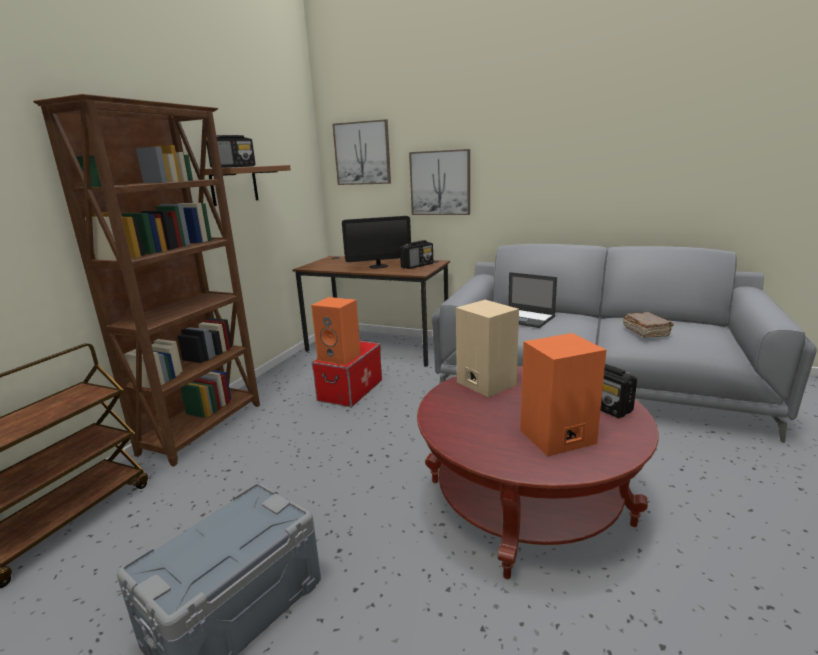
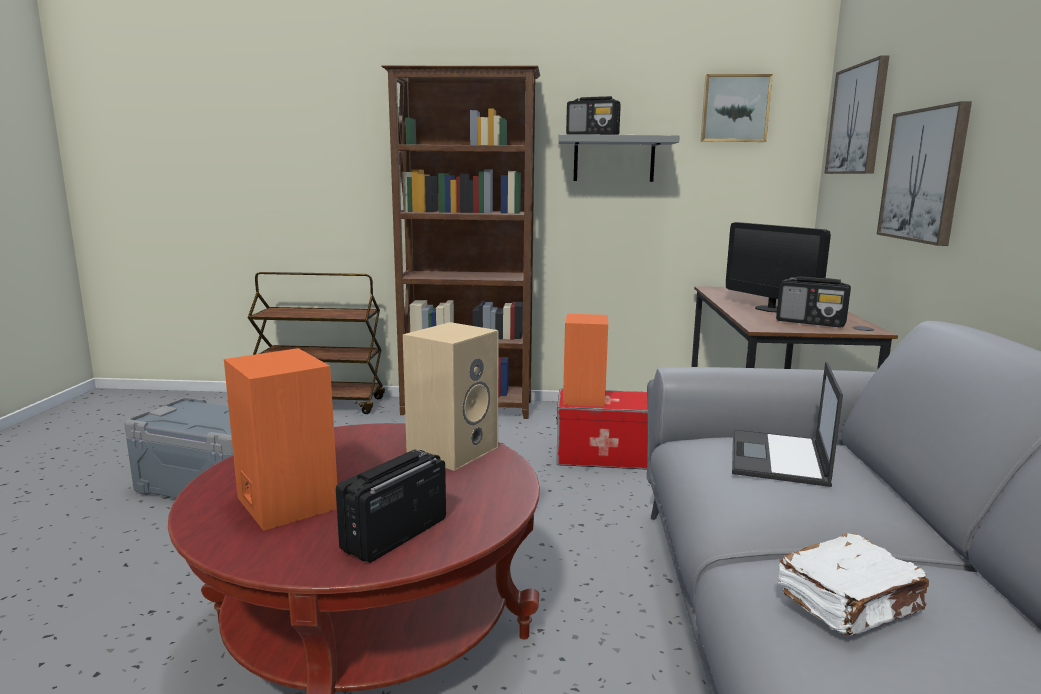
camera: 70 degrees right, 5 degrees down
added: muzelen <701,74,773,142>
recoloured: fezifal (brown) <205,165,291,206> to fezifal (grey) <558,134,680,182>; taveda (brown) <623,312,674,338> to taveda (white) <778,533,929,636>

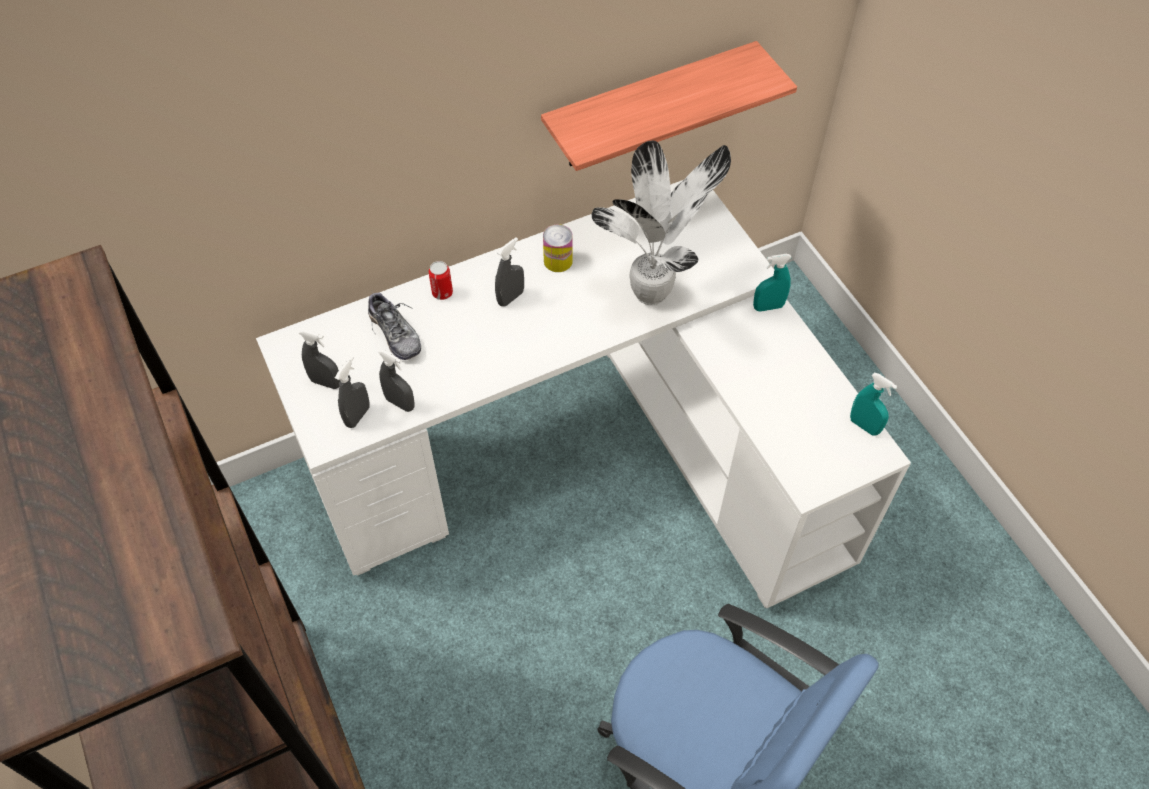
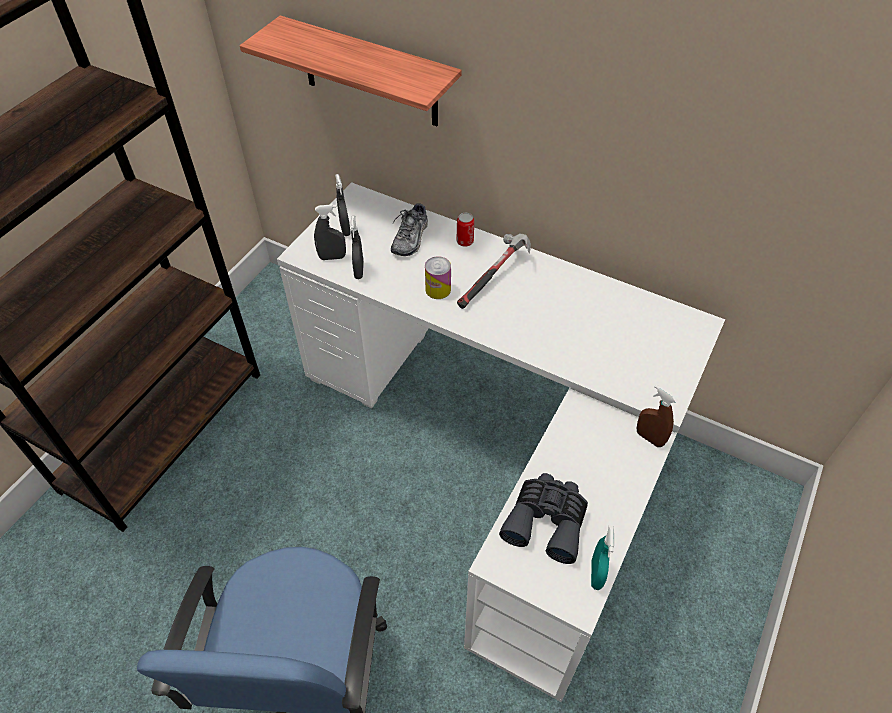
camera: 55 degrees right, 5 degrees down
removed: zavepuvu <592,141,731,305>
added: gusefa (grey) <499,473,588,564>
moved: fezifal <541,41,797,171> to <240,16,462,126>; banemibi <543,224,573,272> to <425,256,451,299>
replaced: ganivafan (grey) <495,237,524,307> to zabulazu <457,233,531,309>
recoloured: ganivafan (turquoise) <753,254,792,312> to ganivafan (brown) <636,384,678,447>

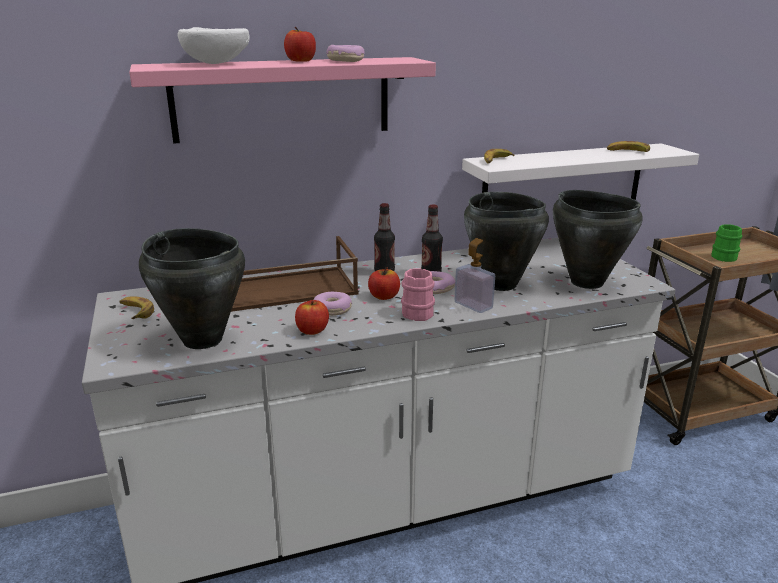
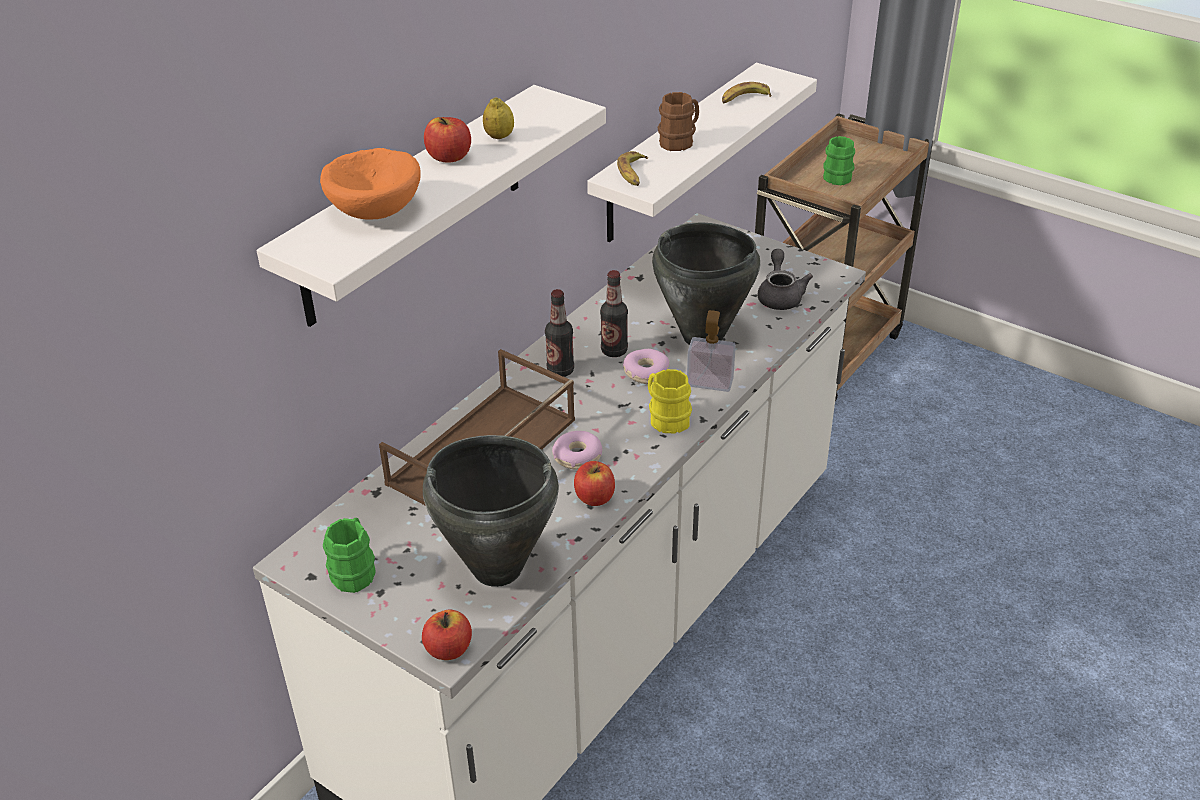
camera: 35 degrees left, 15 degrees up
added: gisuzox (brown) <658,92,699,151>
moved: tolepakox <368,267,400,300> to <422,610,472,660>
replaced: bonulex <327,45,365,62> to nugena <483,97,514,139>; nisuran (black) <553,190,643,289> to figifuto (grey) <757,249,813,310>; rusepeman <119,296,154,319> to gisuzox (green) <323,518,376,593>
recoloured: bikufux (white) <177,27,250,64> to bikufux (orange) <320,148,421,220>; fezifal (pink) <129,57,436,144> to fezifal (white) <257,85,606,327>; gisuzox (pink) <401,268,435,321> to gisuzox (yellow) <648,369,692,434>

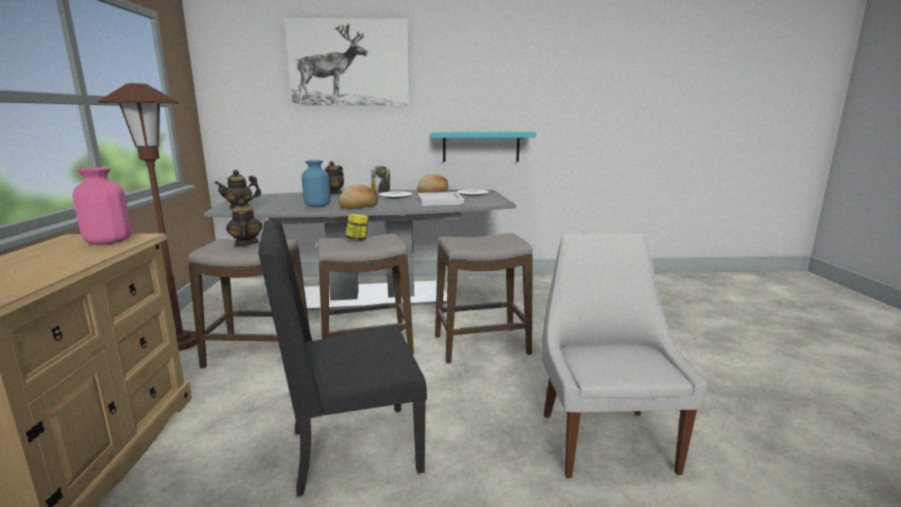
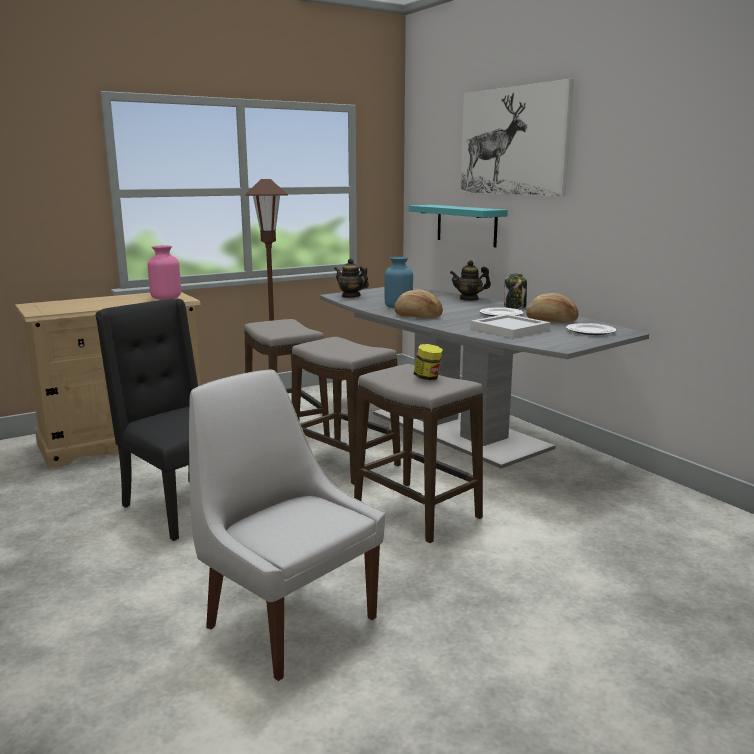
camera: 60 degrees right, 0 degrees up
removed: figifuto <226,199,263,246>
moved: fezifal (turquoise) <432,131,536,162> to <409,205,508,247>; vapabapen <346,214,369,241> to <414,344,443,380>
turned: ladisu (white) <541,230,708,478> = <189,370,385,681> 105 degrees counterclockwise

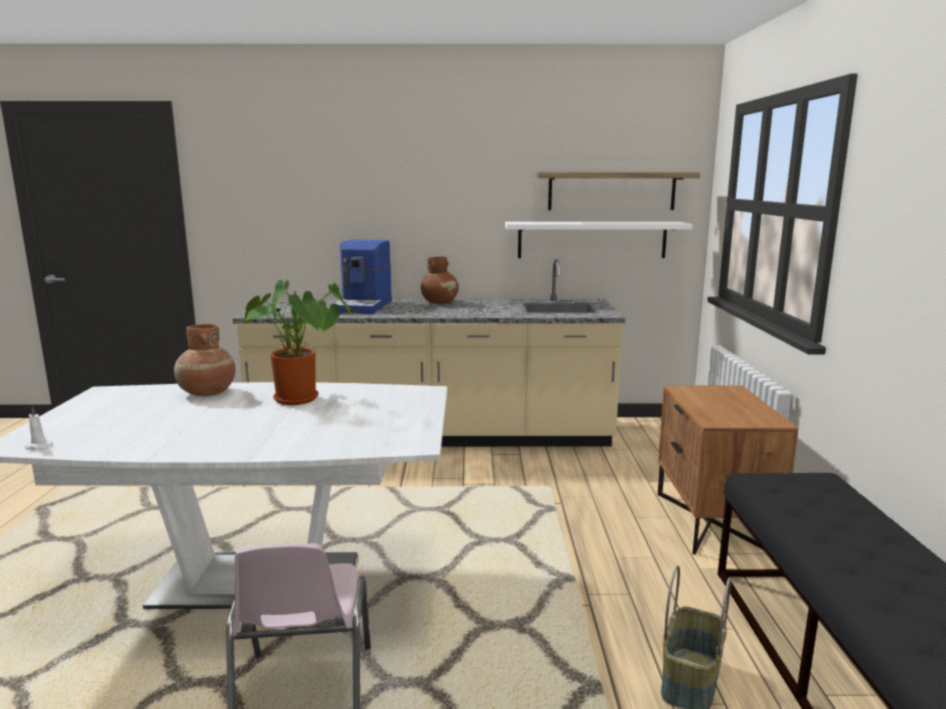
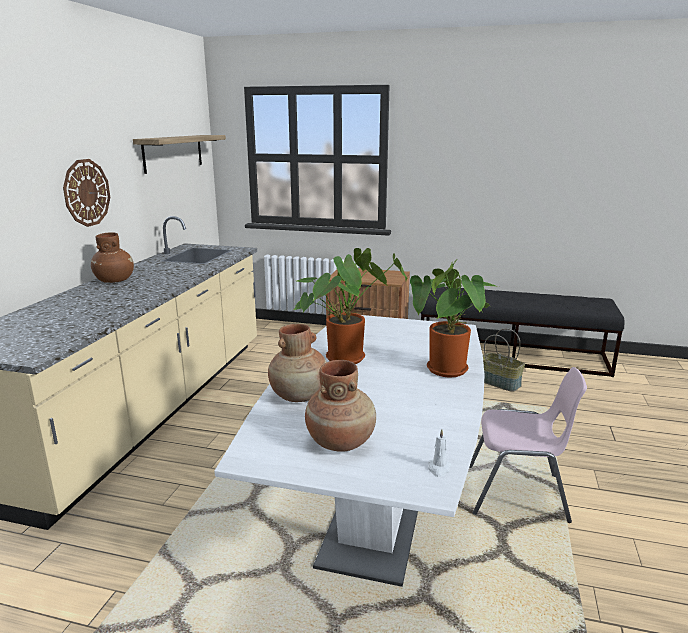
camera: 75 degrees left, 5 degrees up
removed: fezifal (white) <505,222,692,258>; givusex <335,240,392,314>
added: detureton <63,159,110,227>; zavepuvu <410,259,499,377>; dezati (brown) <305,360,376,452>

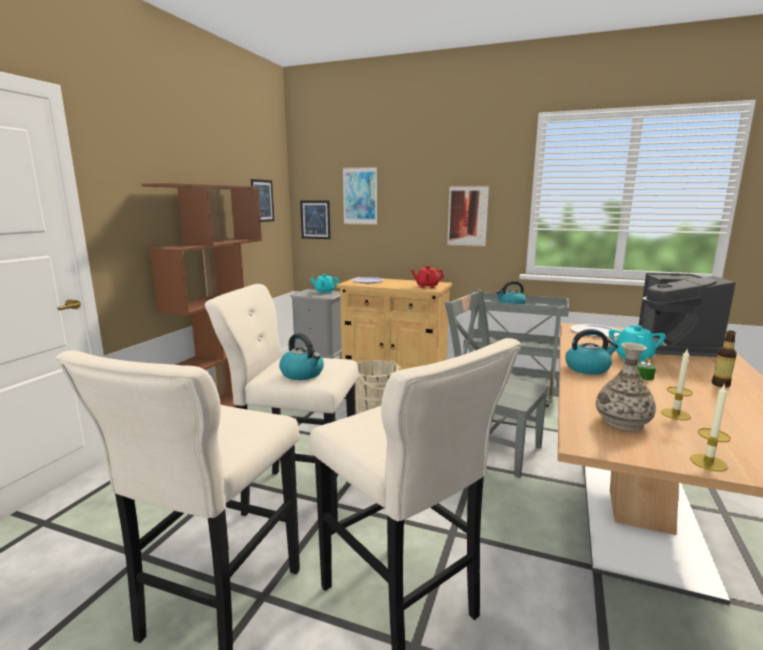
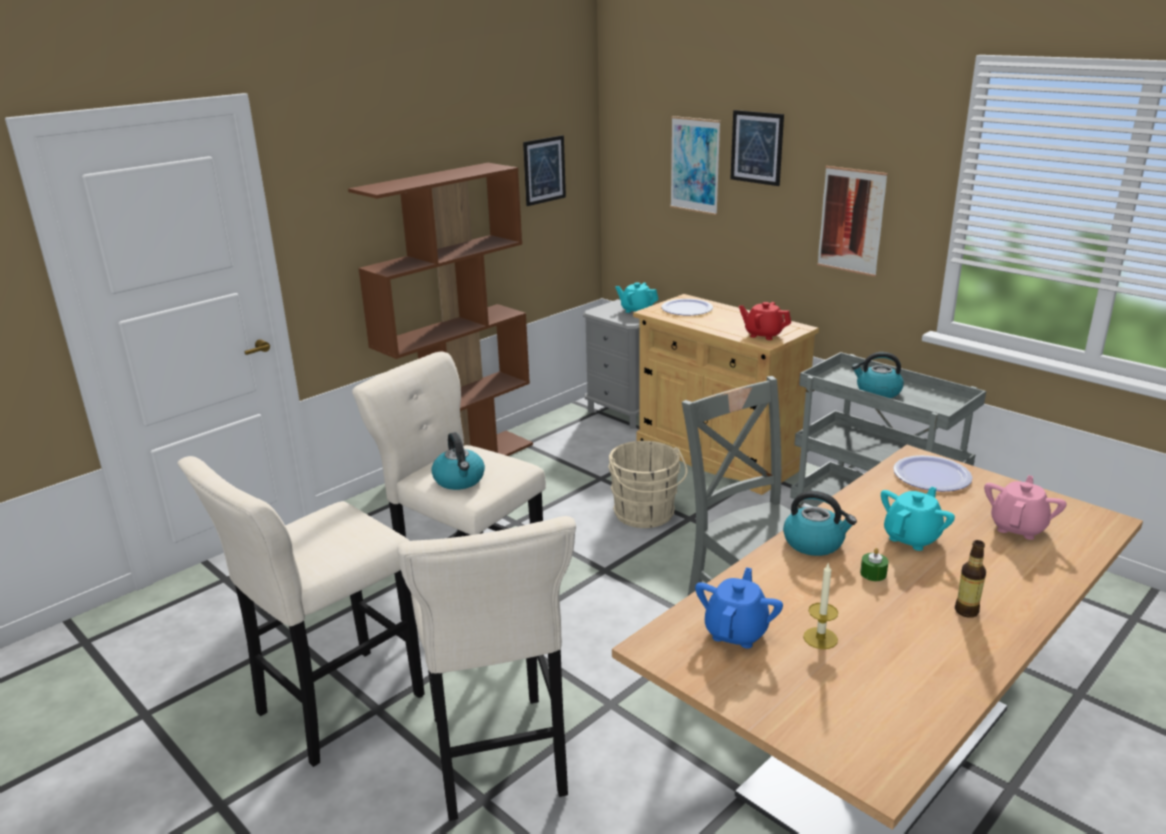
camera: 25 degrees right, 10 degrees up
removed: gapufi <690,383,731,472>
moved: muzelen <300,201,331,239> to <730,110,784,186>
replaced: givusex <639,273,736,357> to figifuto (pink) <984,475,1067,540>; dezati <596,342,656,431> to figifuto (blue) <695,567,783,649>

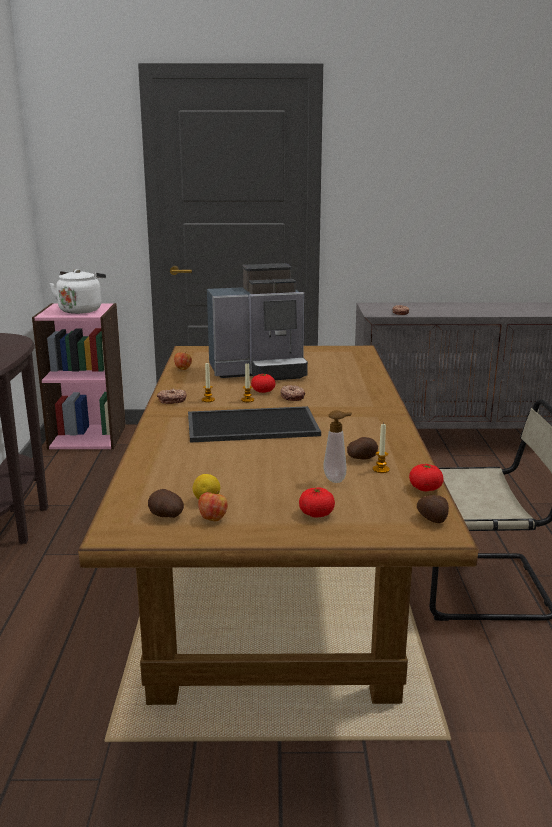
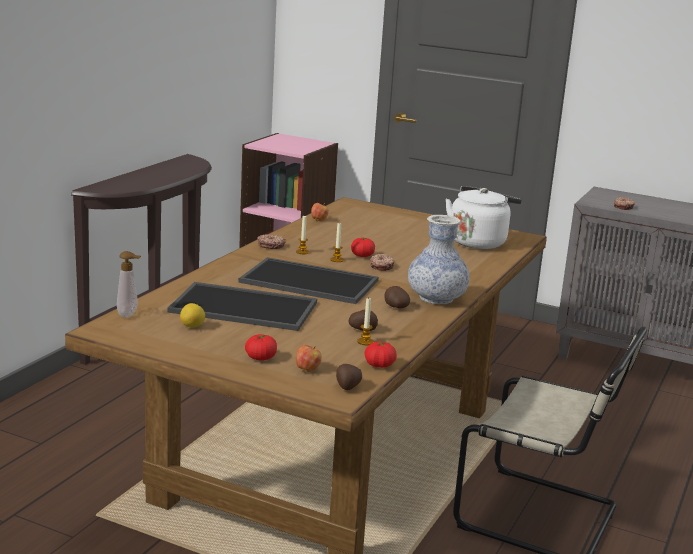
camera: 25 degrees right, 0 degrees up
removed: givusex <207,263,308,380>
added: dezati <408,215,470,304>; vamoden <167,282,317,331>
moved: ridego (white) <49,269,106,314> to <445,186,522,249>; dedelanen <324,410,352,483> to <117,251,141,318>; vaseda <148,489,184,518> to <384,286,410,309>; tolepakox <198,490,228,521> to <296,345,322,372>

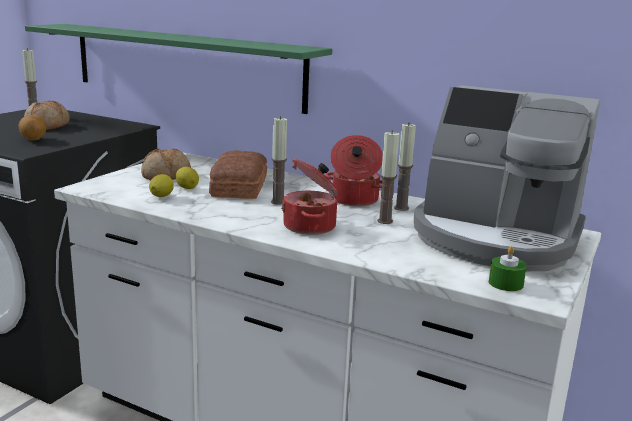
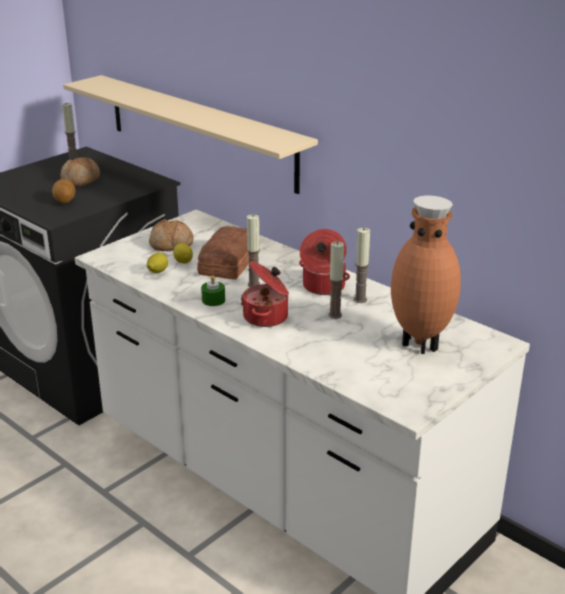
camera: 15 degrees right, 10 degrees up
moved: gapufi (green) <489,246,527,291> to <201,275,225,306>
replaced: givusex <414,85,600,271> to dezati (brown) <391,196,461,354>
recoloured: fezifal (green) <25,24,332,114> to fezifal (beige) <63,75,318,194>

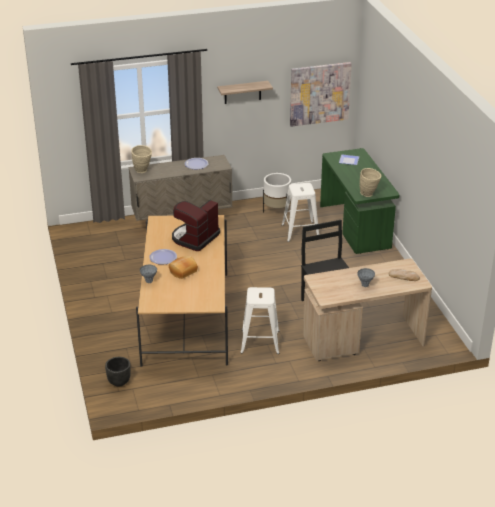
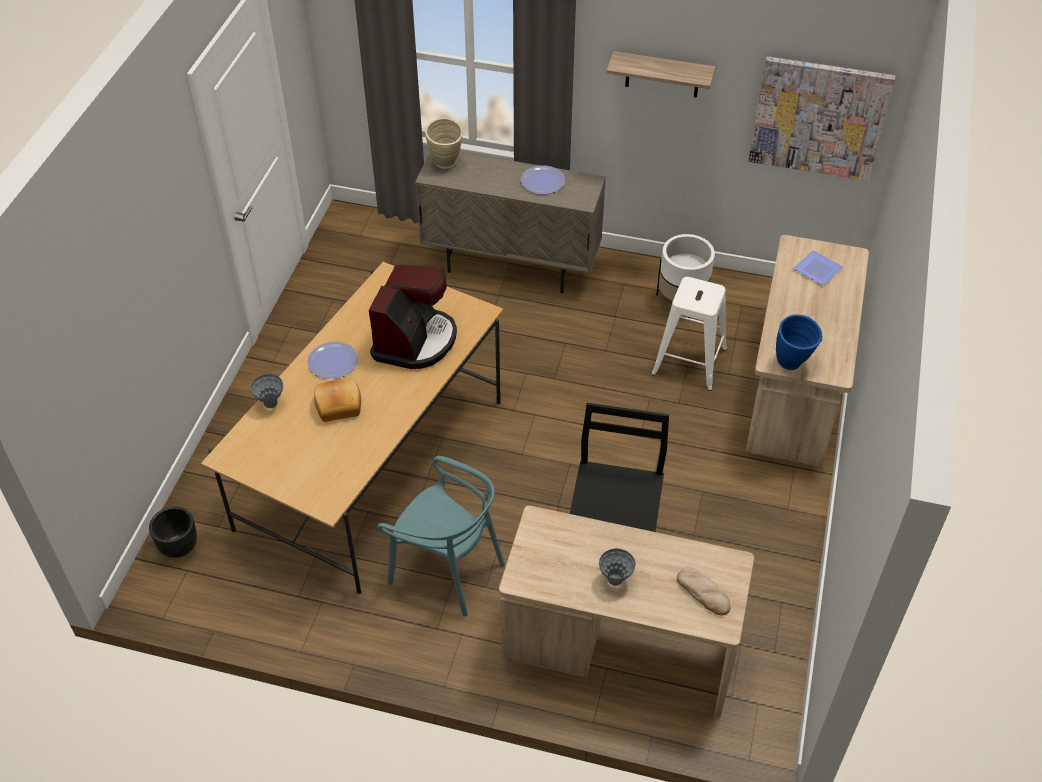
camera: 30 degrees right, 15 degrees up
replaced: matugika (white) <240,287,280,354> to ladisu (turquoise) <377,456,505,616>
recoloured: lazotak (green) <320,148,399,254> to lazotak (beige) <746,235,869,467>; dezati (beige) <360,168,381,197> to dezati (blue) <776,314,822,370>
turned: givusex <172,200,220,251> = <369,265,457,369> 135 degrees clockwise

